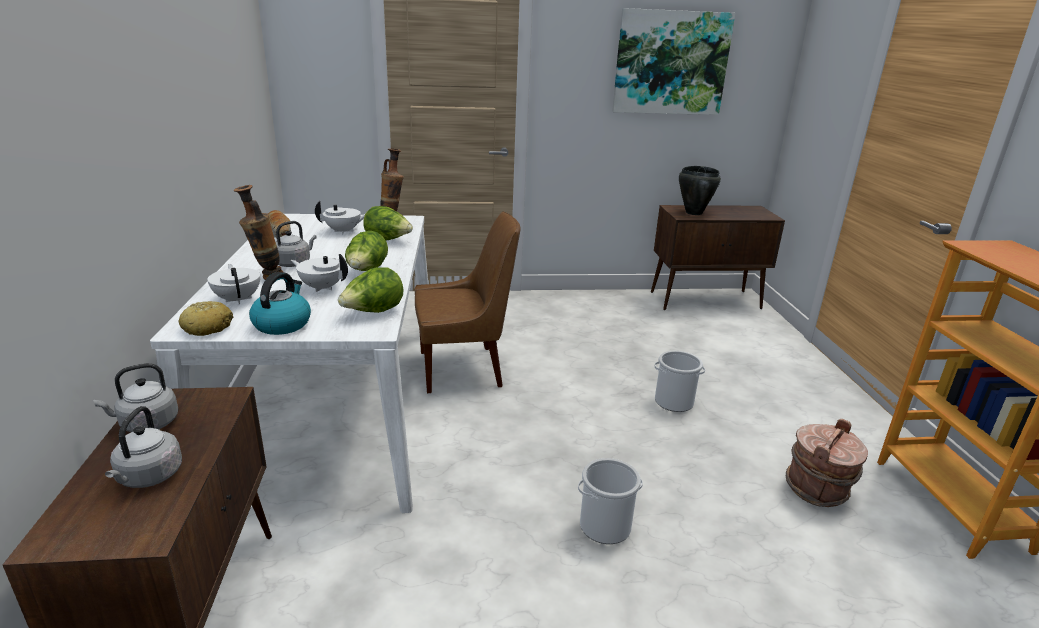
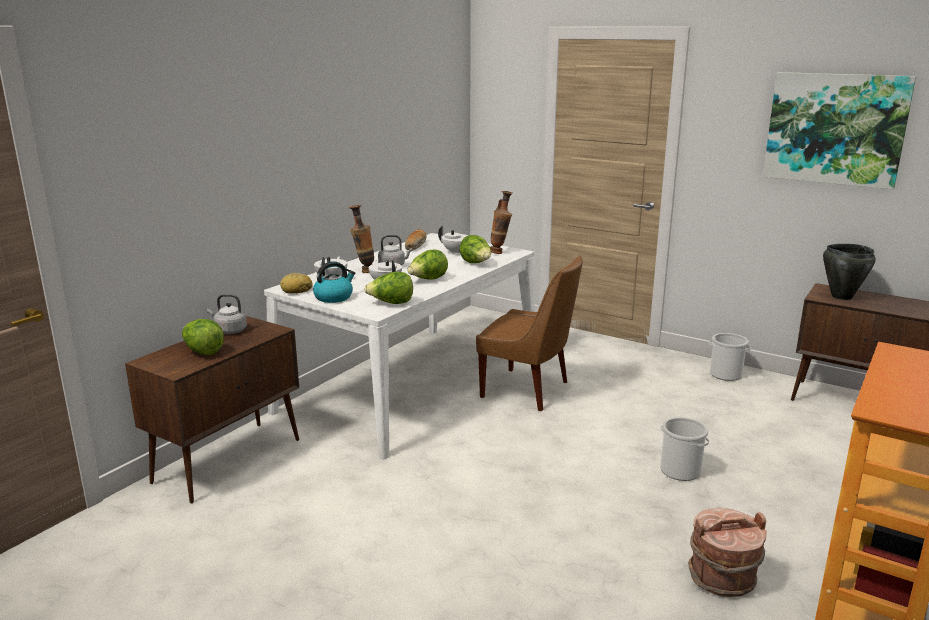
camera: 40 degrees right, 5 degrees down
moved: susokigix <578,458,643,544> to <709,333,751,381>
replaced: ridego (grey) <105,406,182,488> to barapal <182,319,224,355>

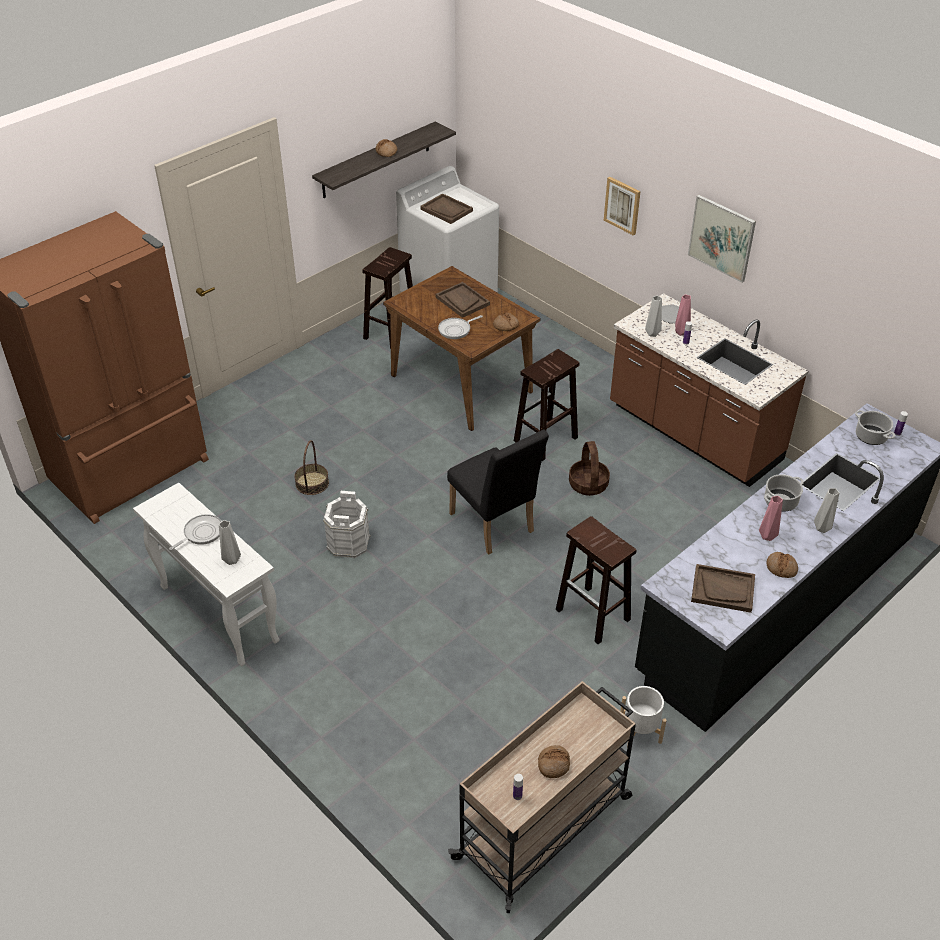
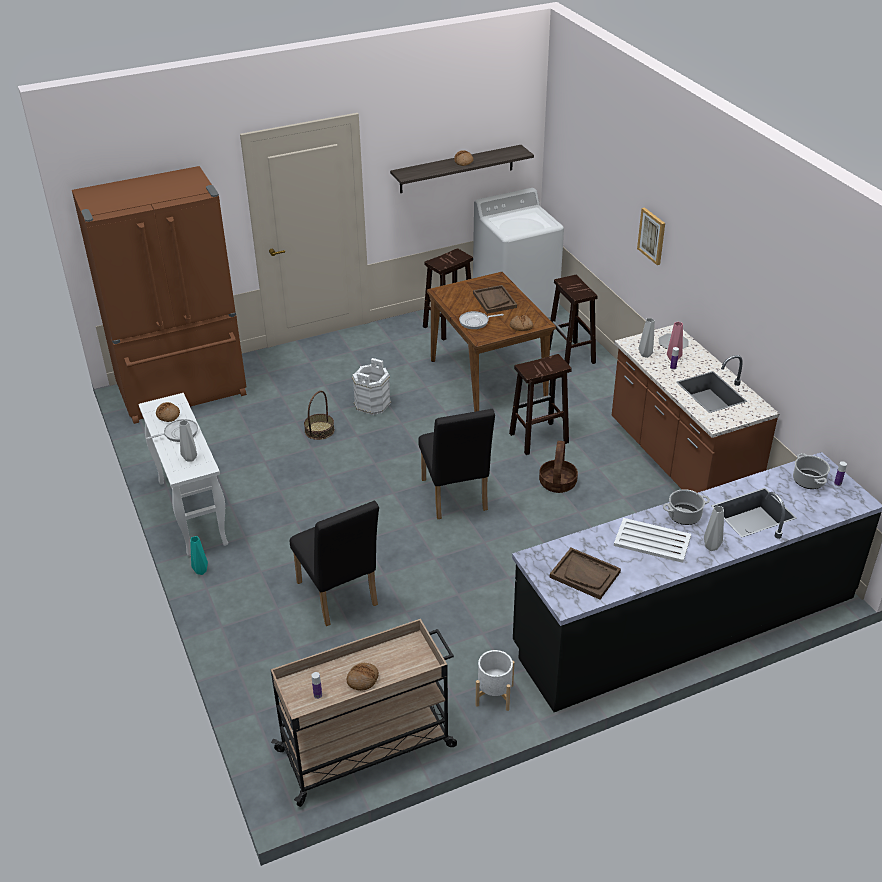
camera: 20 degrees right, 5 degrees down
removed: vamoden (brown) <420,193,473,224>; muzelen <688,195,756,282>
added: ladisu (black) <290,501,379,626>; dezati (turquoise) <190,536,208,575>
moved: susokigix (white) <323,491,371,559> to <352,358,391,415>; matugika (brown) <556,516,637,644> to <550,275,598,365>; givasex <766,552,798,578> to <156,402,180,422>
replaced: dezati (pink) <759,496,783,541> to vamoden (white) <614,518,691,563>

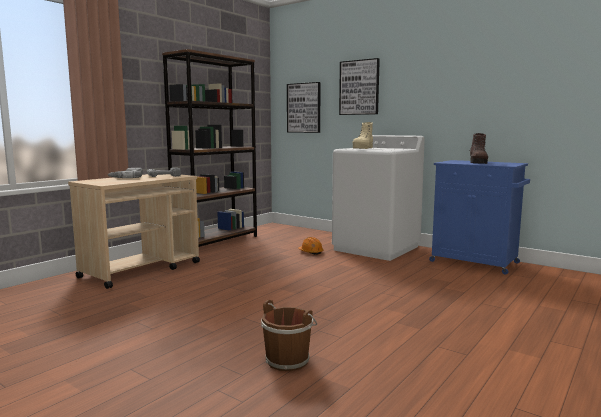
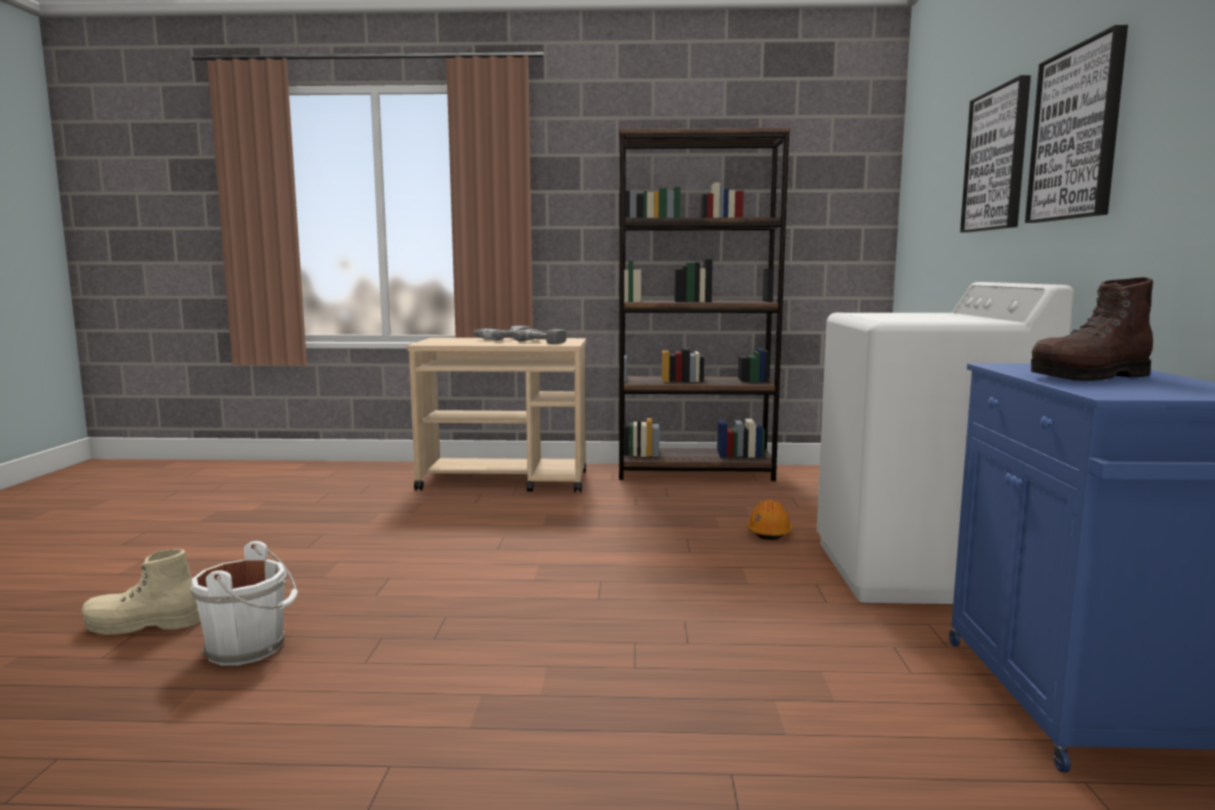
camera: 55 degrees right, 0 degrees up
moved: muzelen <287,82,321,133> to <1025,25,1128,223>; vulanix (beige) <353,122,373,149> to <81,549,200,635>
recoloured: susokigix (brown) <261,300,317,371> to susokigix (white) <191,541,298,666>

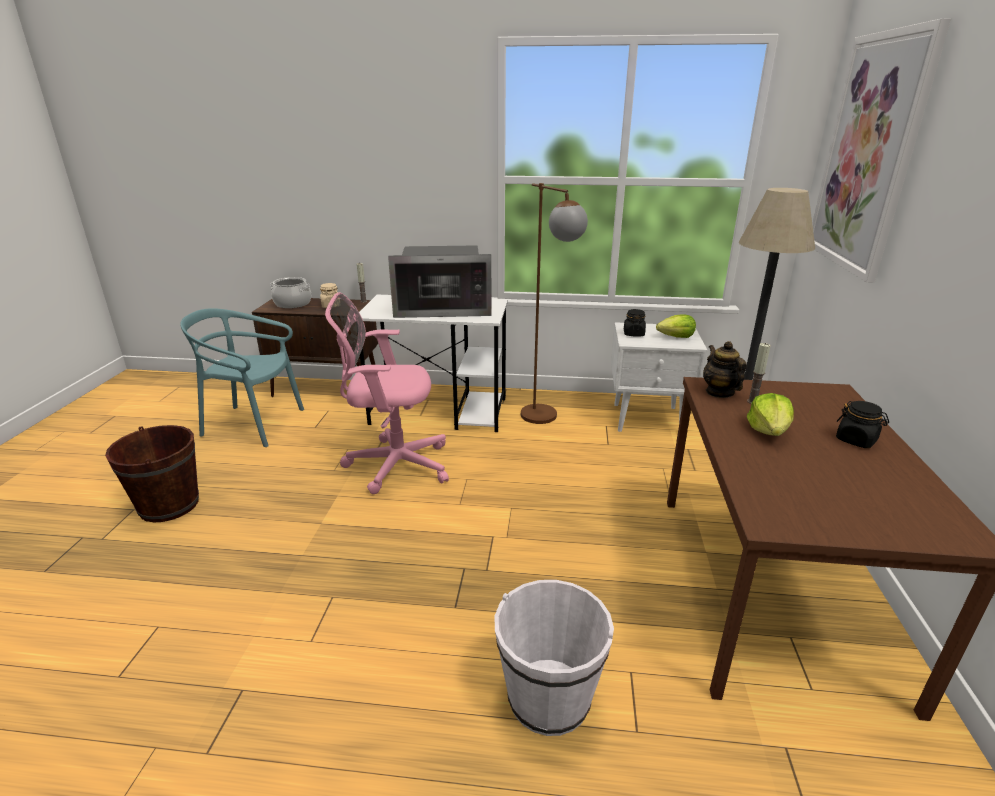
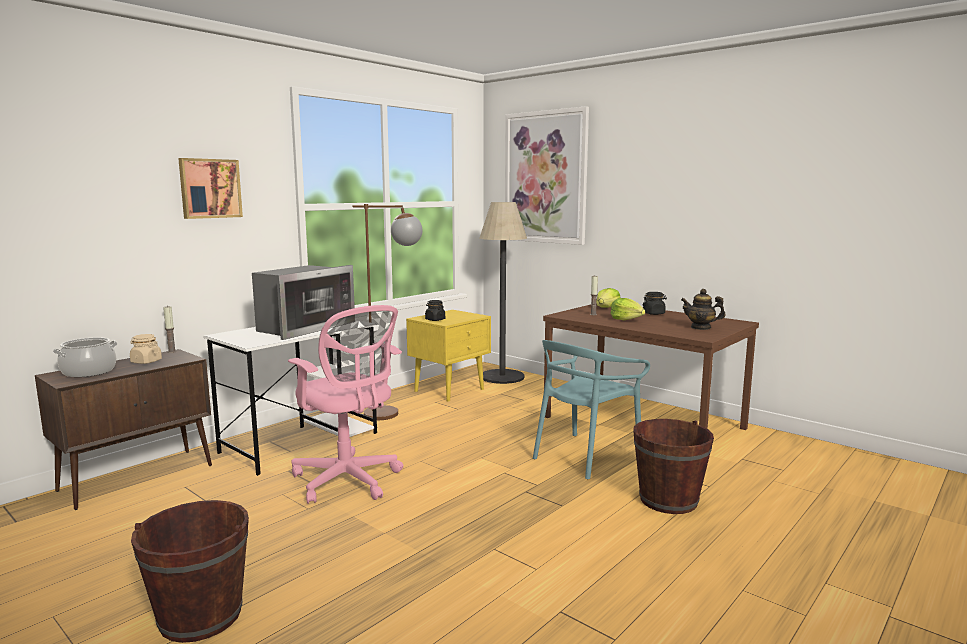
camera: 55 degrees left, 15 degrees down
added: muzelen <178,158,243,219>
moved: ladisu (turquoise) <180,308,304,447> to <533,340,650,479>; barapal <656,314,696,338> to <597,288,620,308>; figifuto <703,341,747,398> to <681,289,725,330>
recoloured: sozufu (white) <611,322,707,432> to sozufu (yellow) <406,310,491,402>; susokigix (white) <494,580,614,736> to susokigix (brown) <633,419,714,514>
turned: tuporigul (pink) <325,292,449,494> = <288,305,403,504> 75 degrees counterclockwise

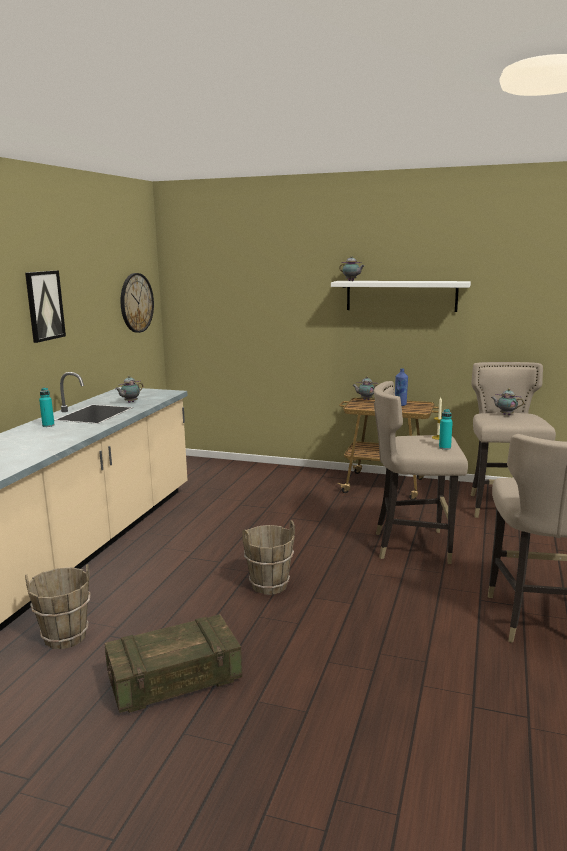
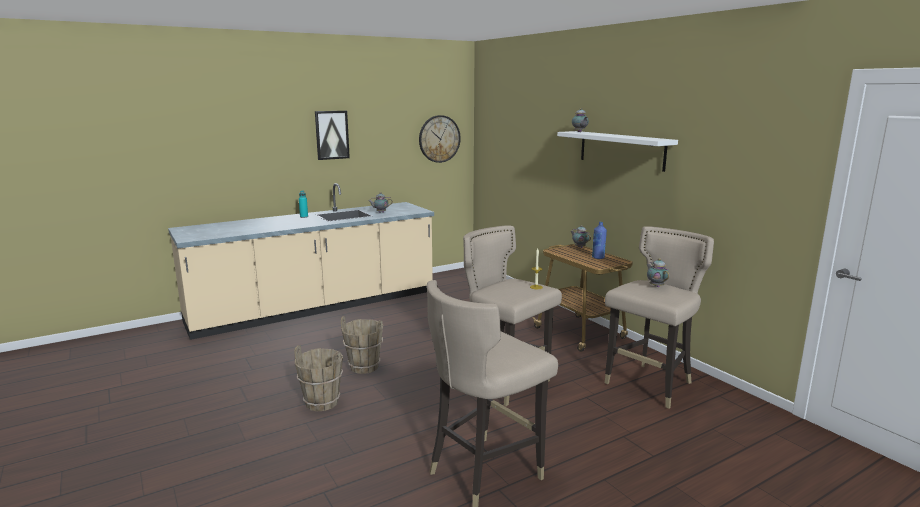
camera: 40 degrees right, 0 degrees up
removed: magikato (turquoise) <439,409,453,450>; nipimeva <105,614,242,713>
moved: susokigix (brown) <25,564,91,649> to <294,345,343,411>

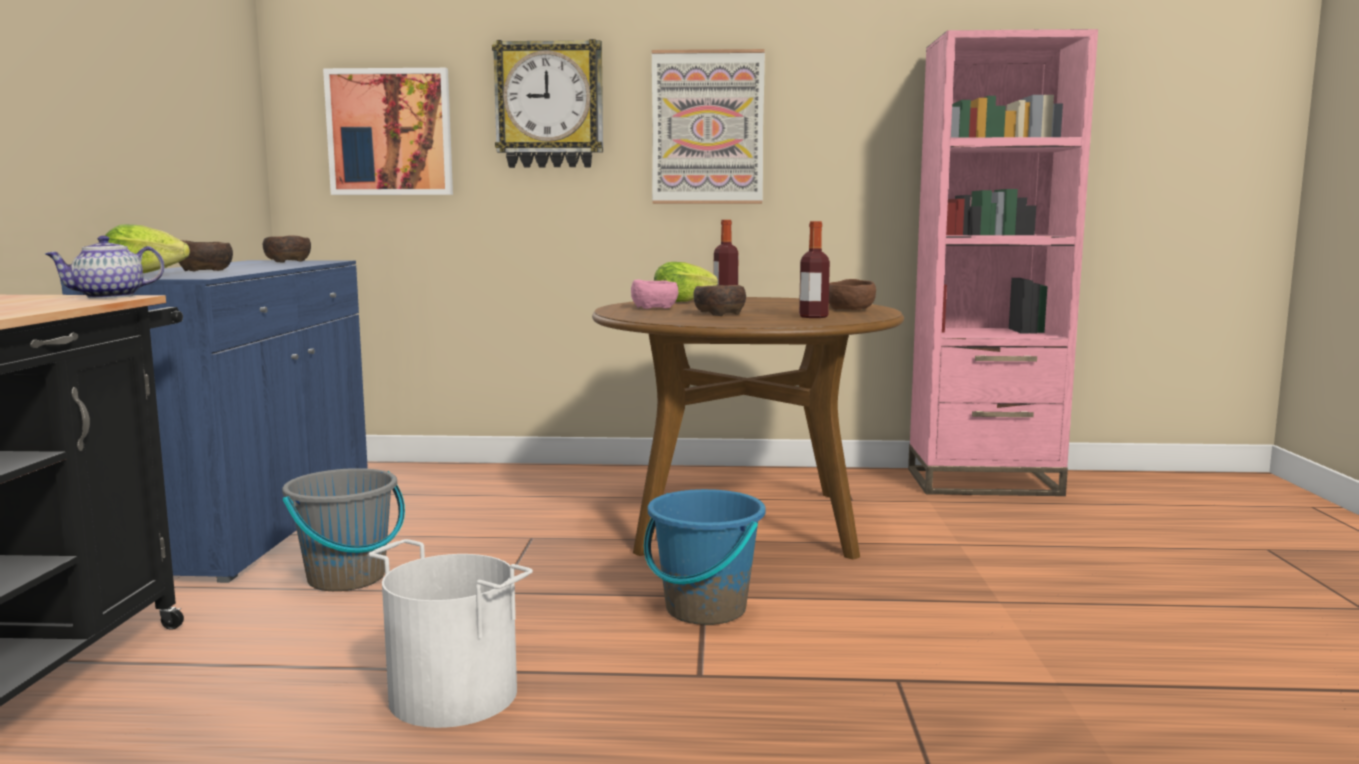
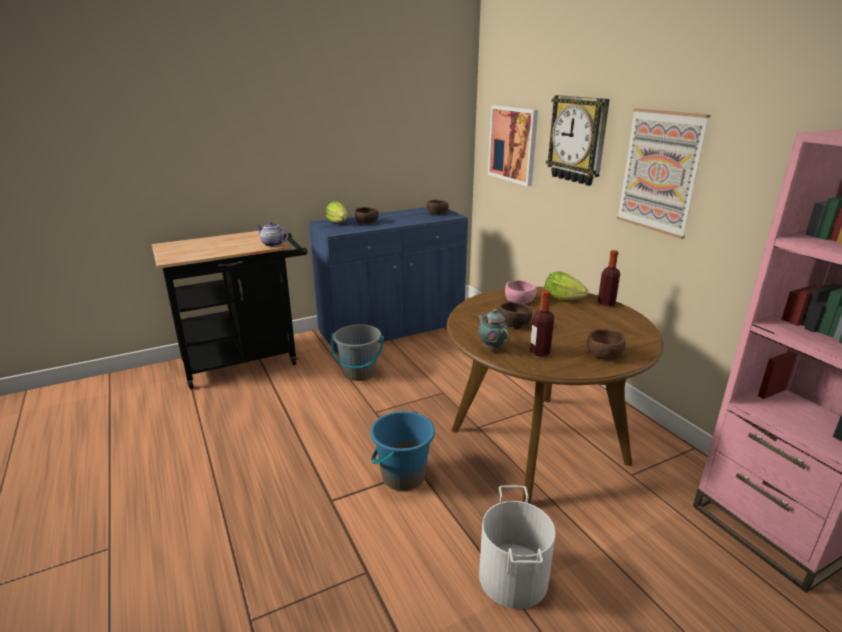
camera: 60 degrees right, 15 degrees up
added: figifuto <478,309,510,350>
moved: susokigix (white) <368,539,533,728> to <479,485,555,609>

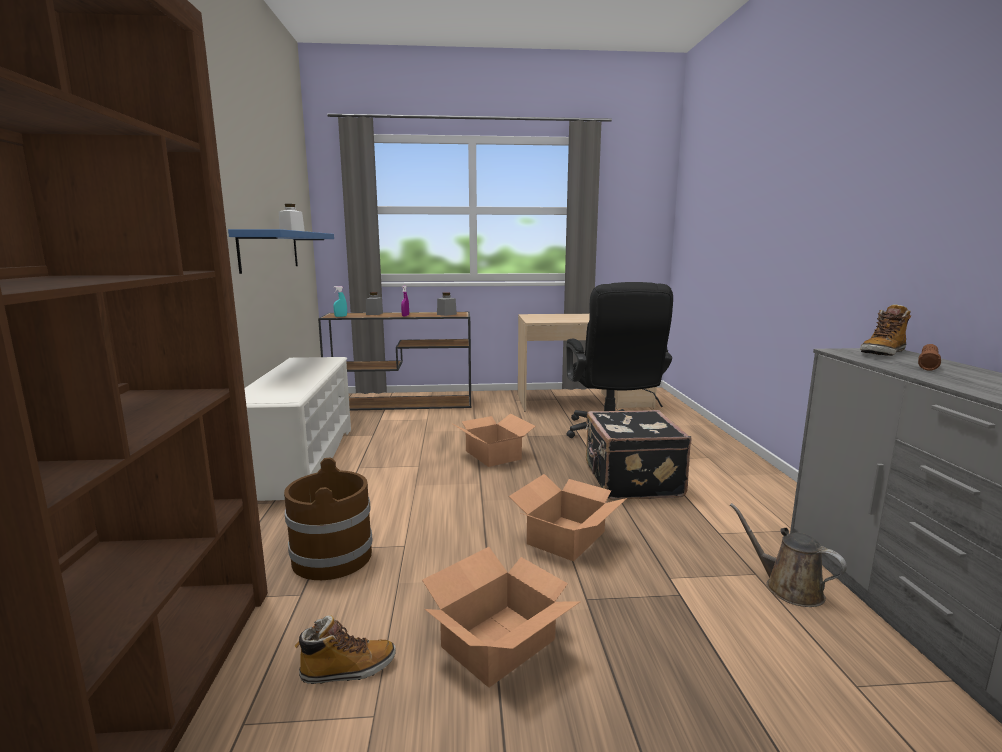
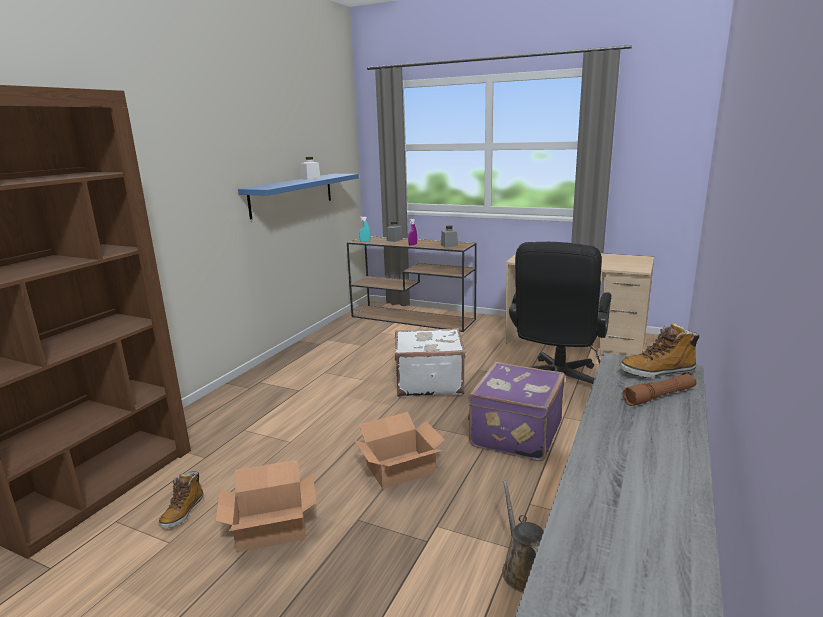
camera: 30 degrees right, 5 degrees up
removed: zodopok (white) <244,357,351,501>; susokigix (brown) <284,457,372,580>
replaced: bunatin <451,414,536,467> to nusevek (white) <395,328,466,397>
recoloured: nusevek (black) <585,410,692,500> to nusevek (purple) <468,362,565,461>
turned: vulanix <295,615,396,684> = <159,471,204,528> 90 degrees clockwise

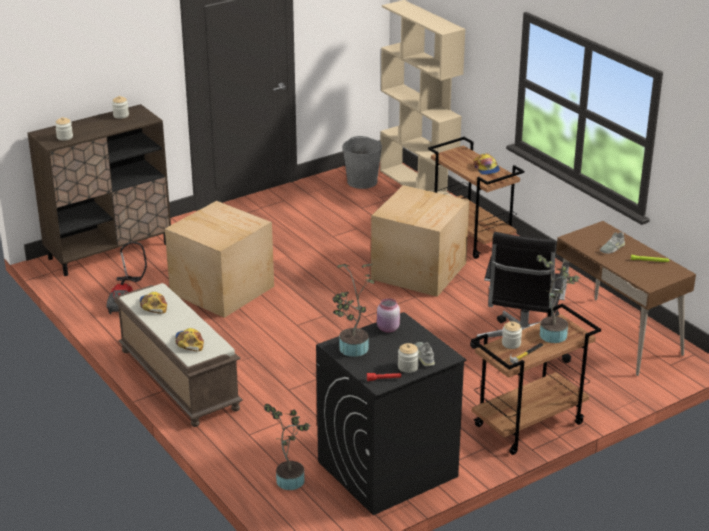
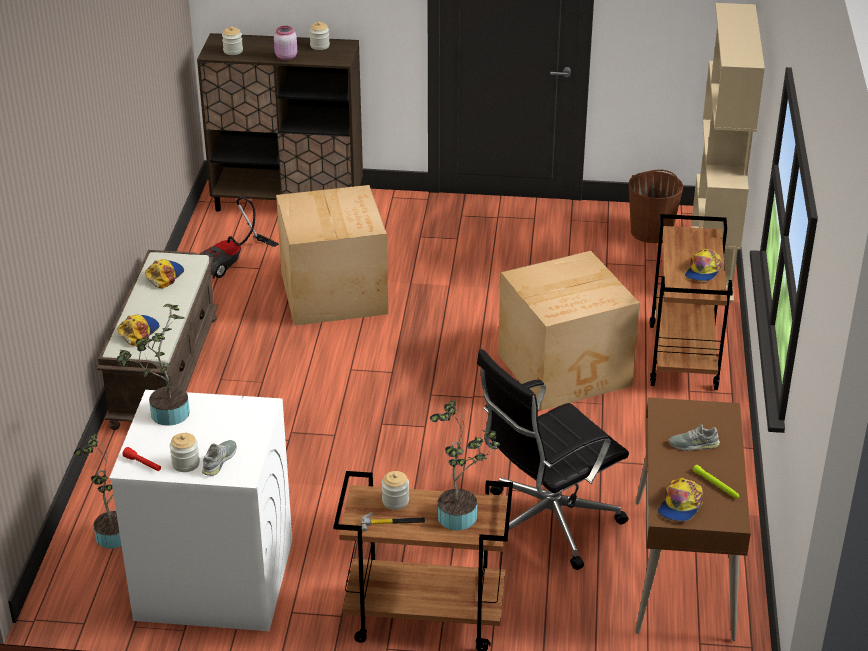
camera: 40 degrees right, 5 degrees up
added: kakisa <658,478,703,521>
moved: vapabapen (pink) <377,298,400,333> to <274,26,297,60>
recoloured: susokigix (grey) <343,136,382,189> to susokigix (brown) <629,170,683,243>; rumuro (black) <316,312,466,515> to rumuro (white) <109,390,292,631>

